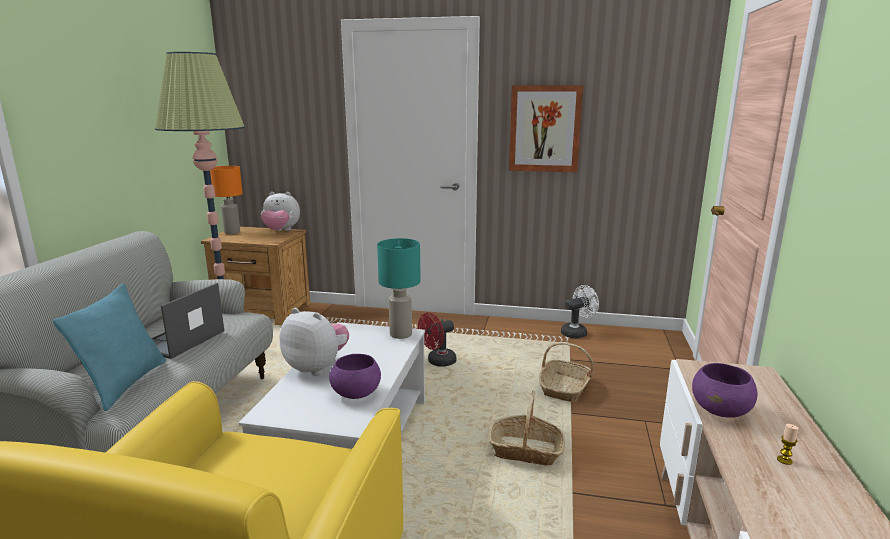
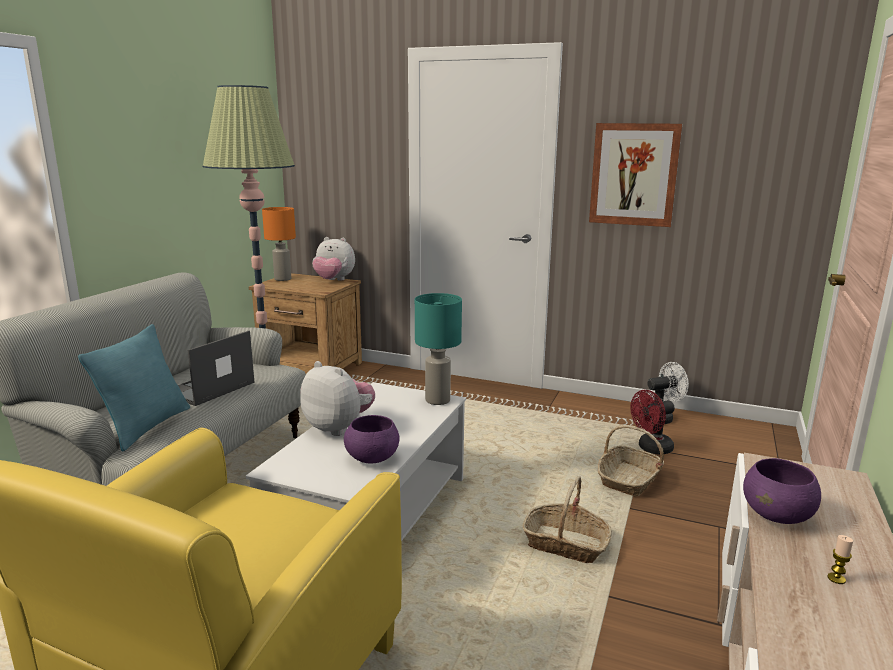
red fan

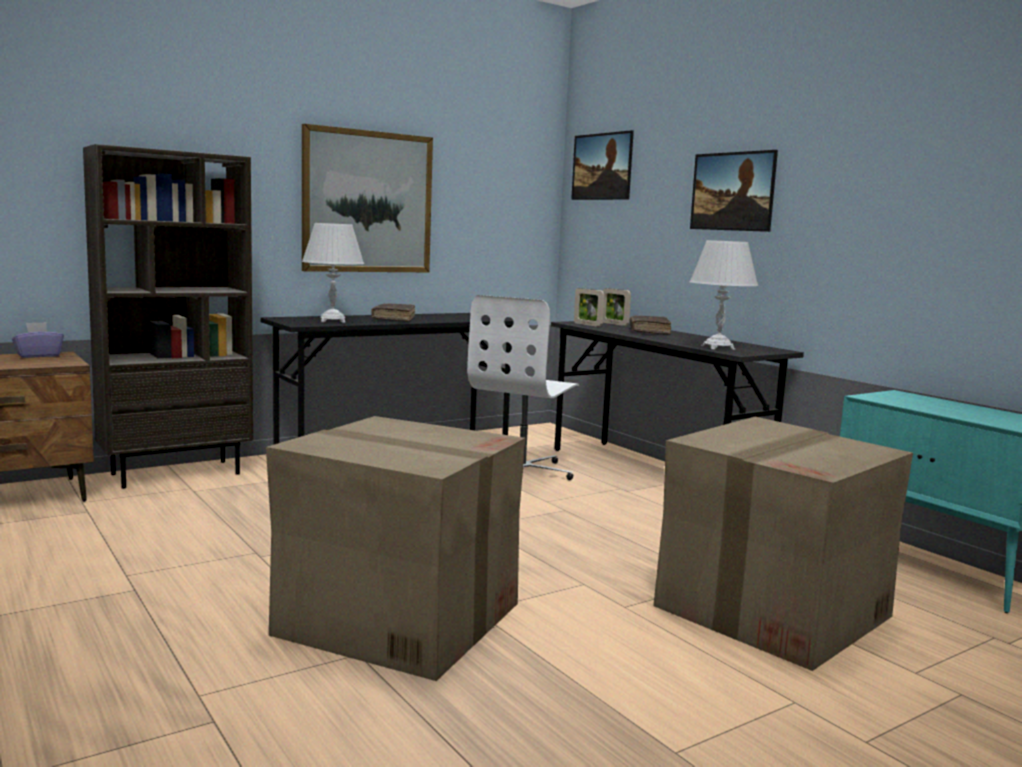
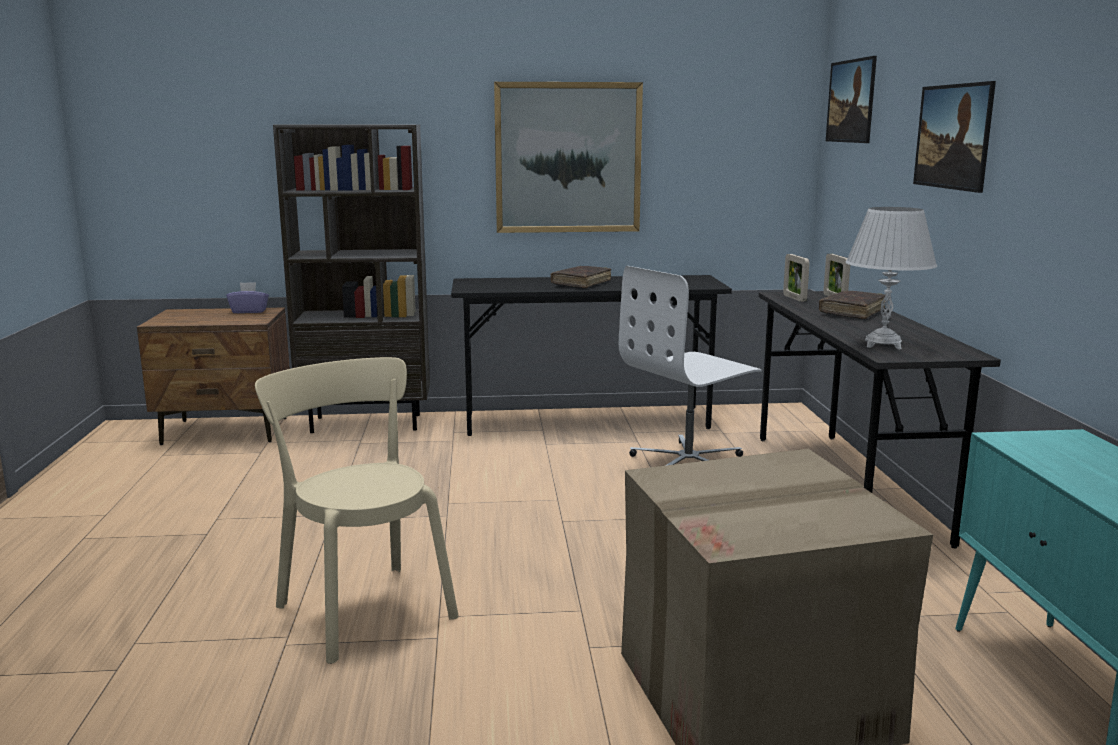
white table lamp (1st from left in the first image)
beige chair

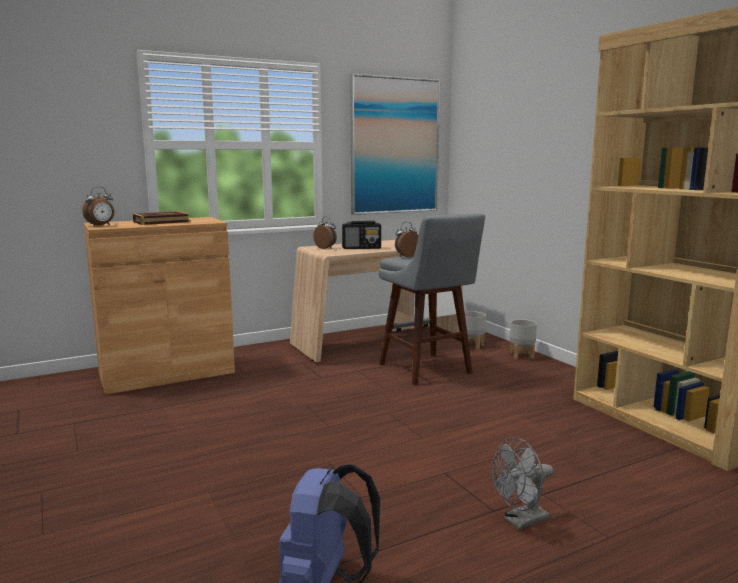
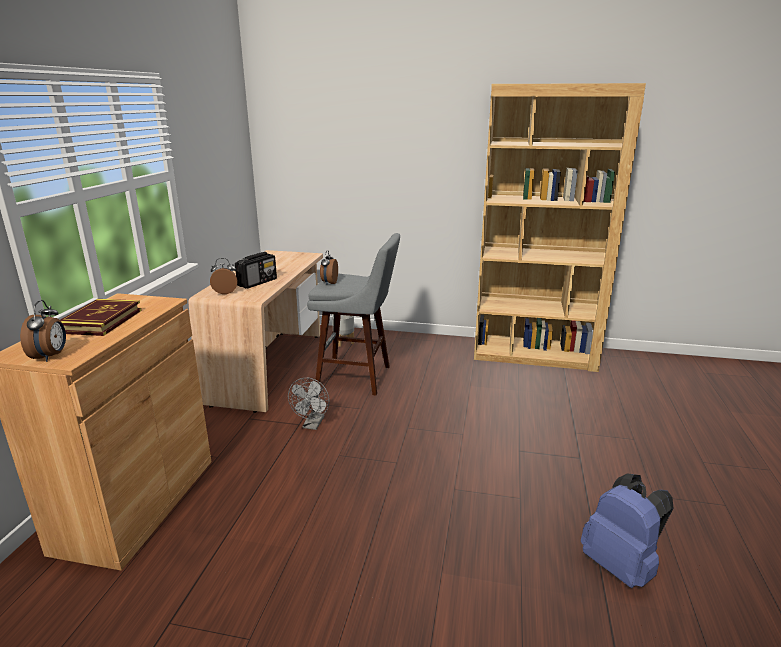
picture
grey planter (2nd from left in the first image)
grey fan

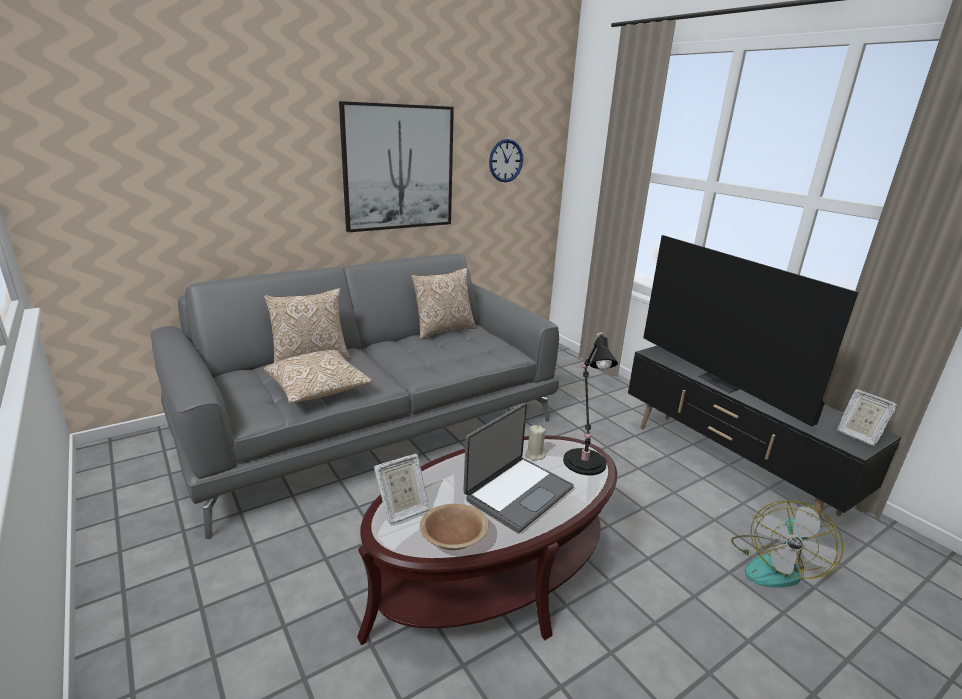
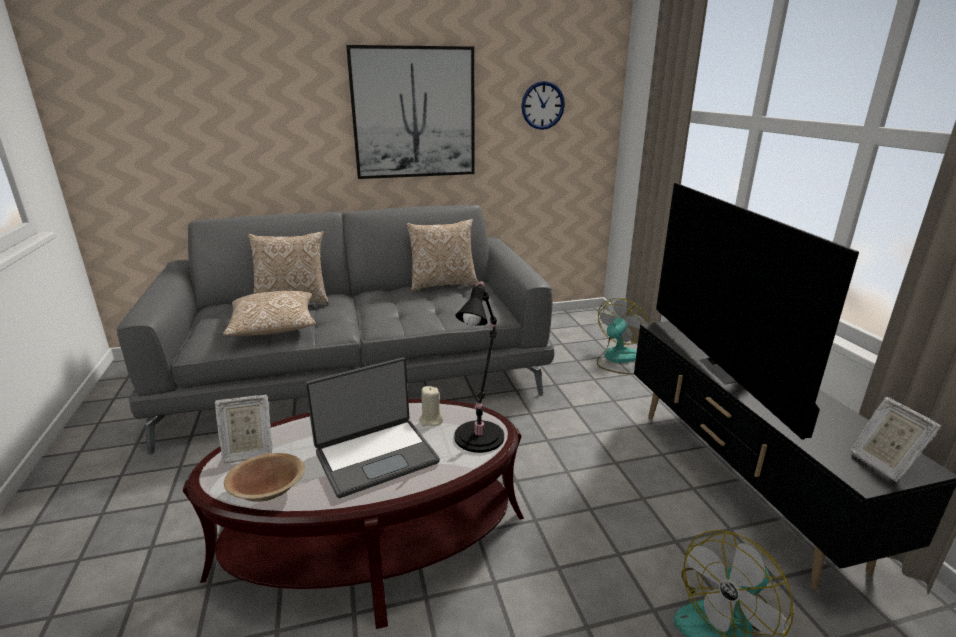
fan (1st from left)

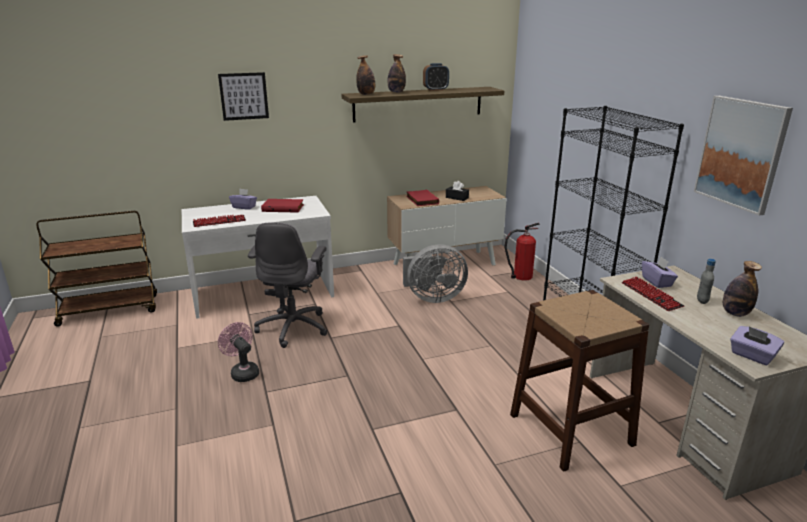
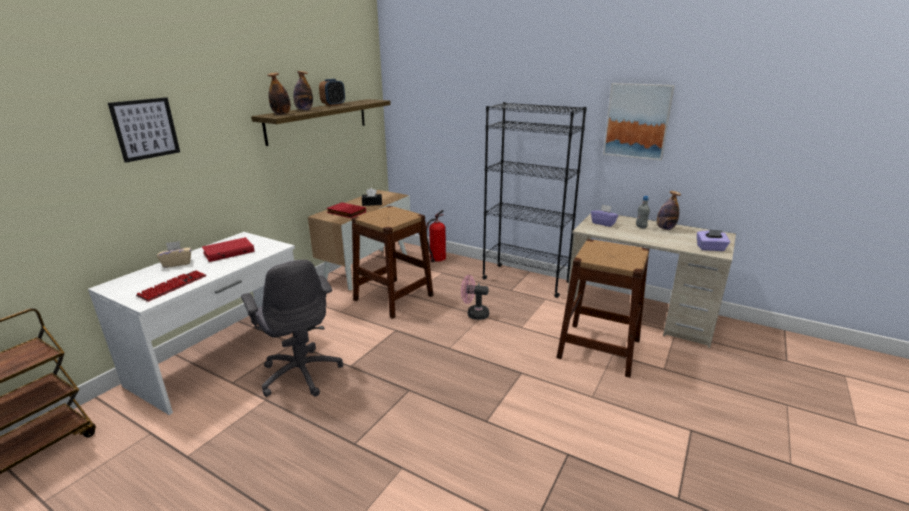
keyboard (2nd from left in the first image)
pink fan
brown stool (1st from left)
beige tissue box

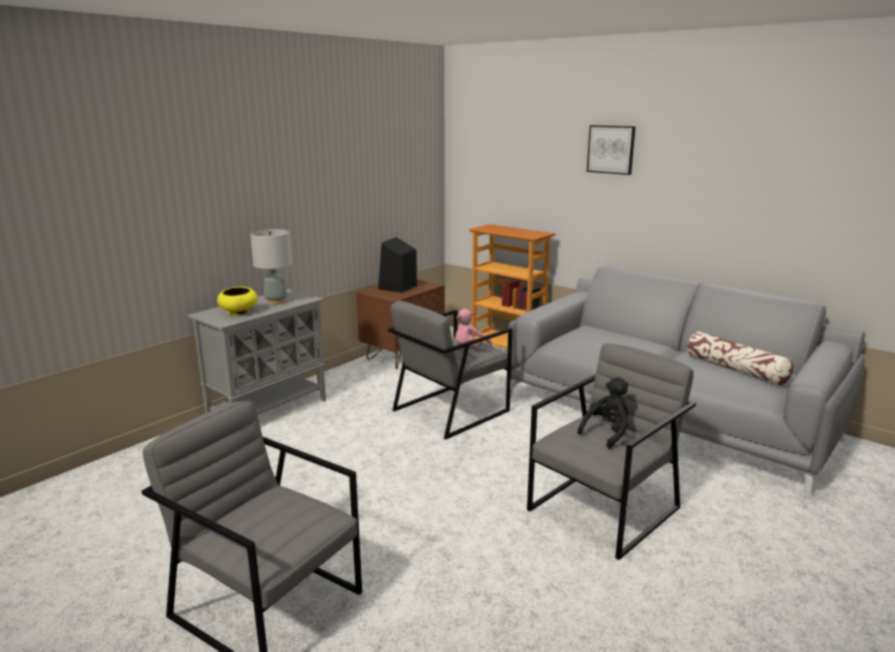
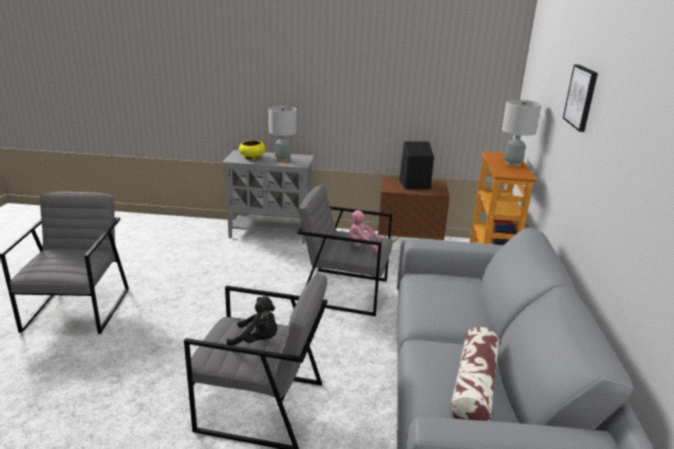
grey table lamp (2nd from left)

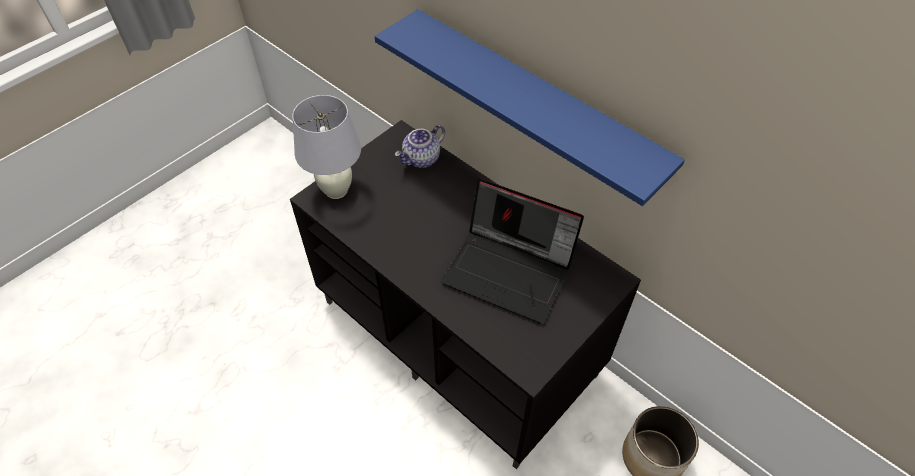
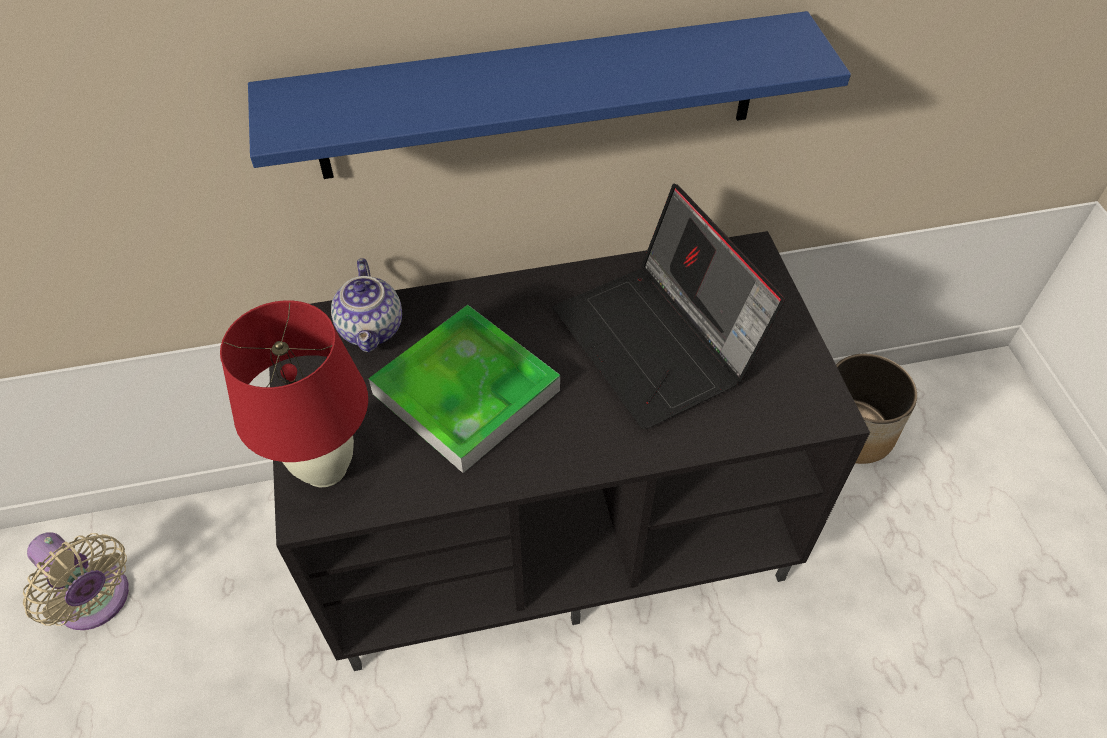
beige fan
tray
red table lamp
laptop

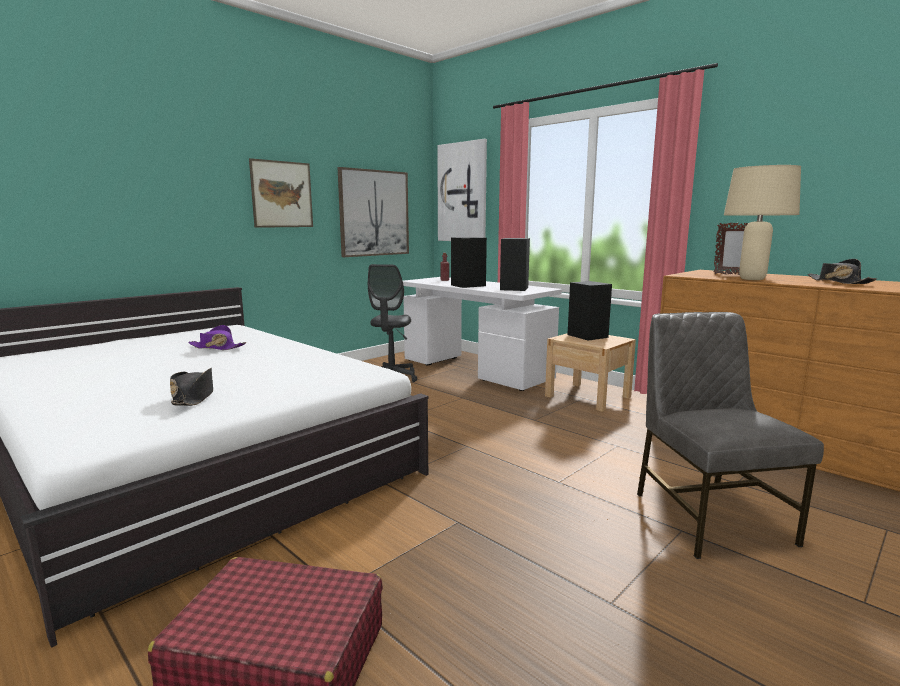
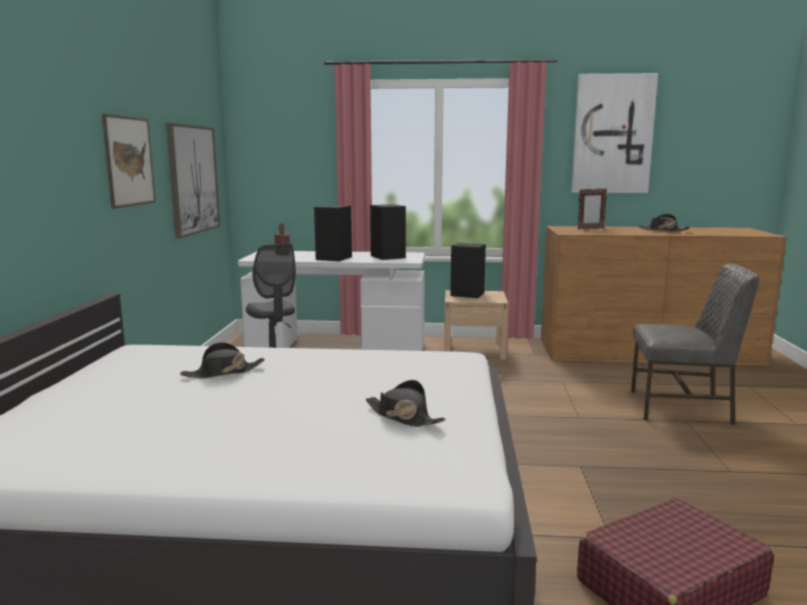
beige table lamp
picture (3rd from left)
black hat (1st from left)
grey chair

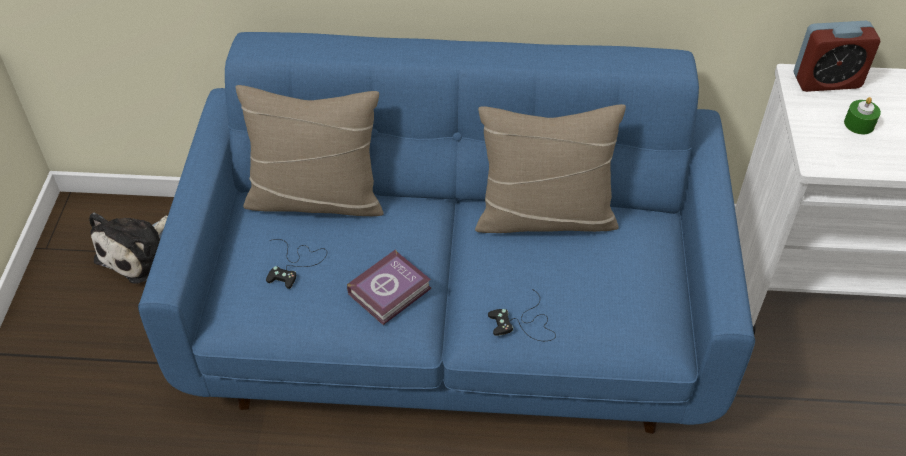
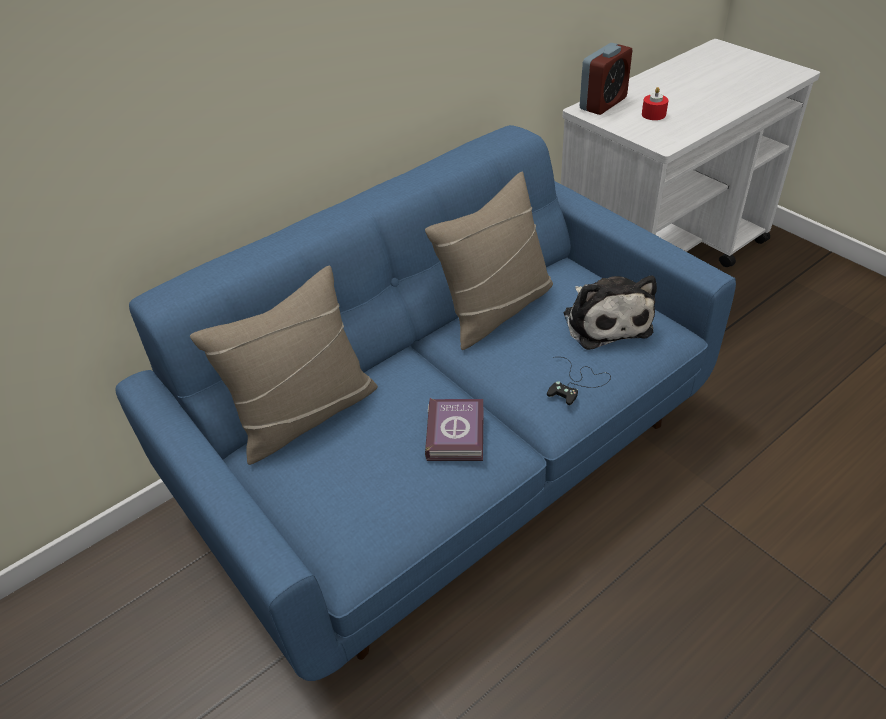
black game controller (1st from left in the first image)
plush toy
red candle

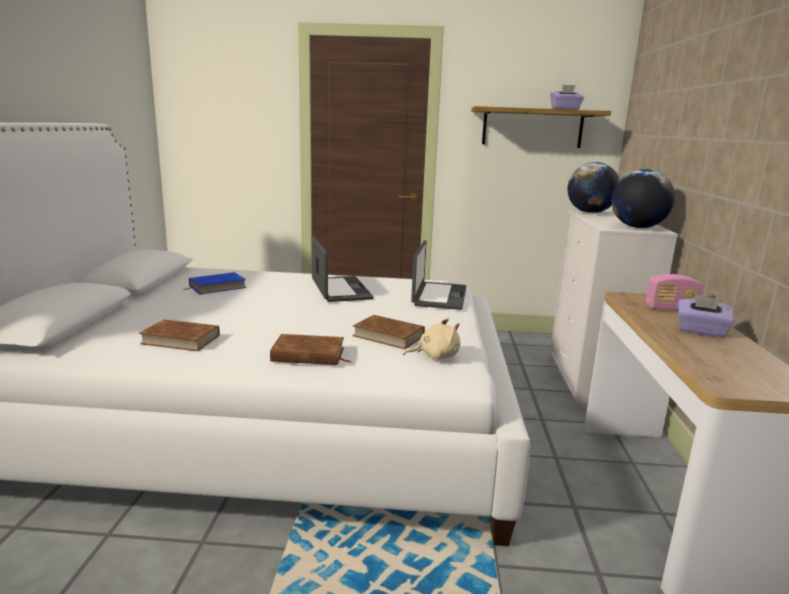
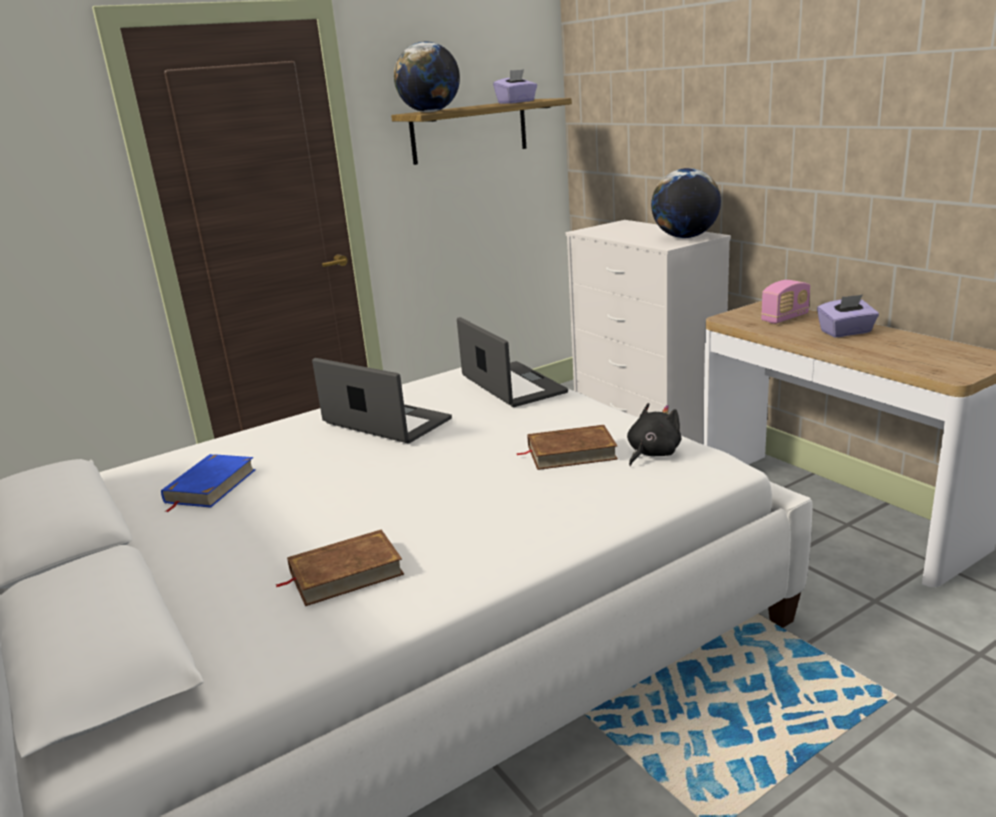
brown book (2nd from left in the first image)
globe (1st from left)
black plush toy

